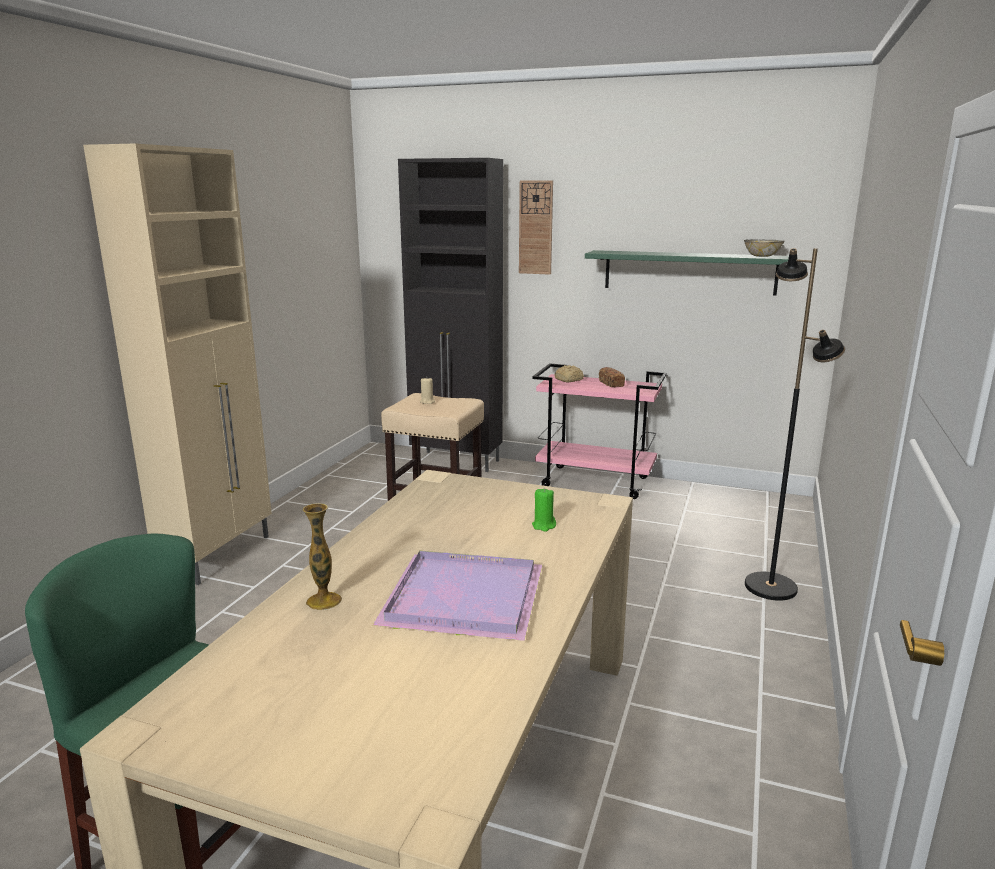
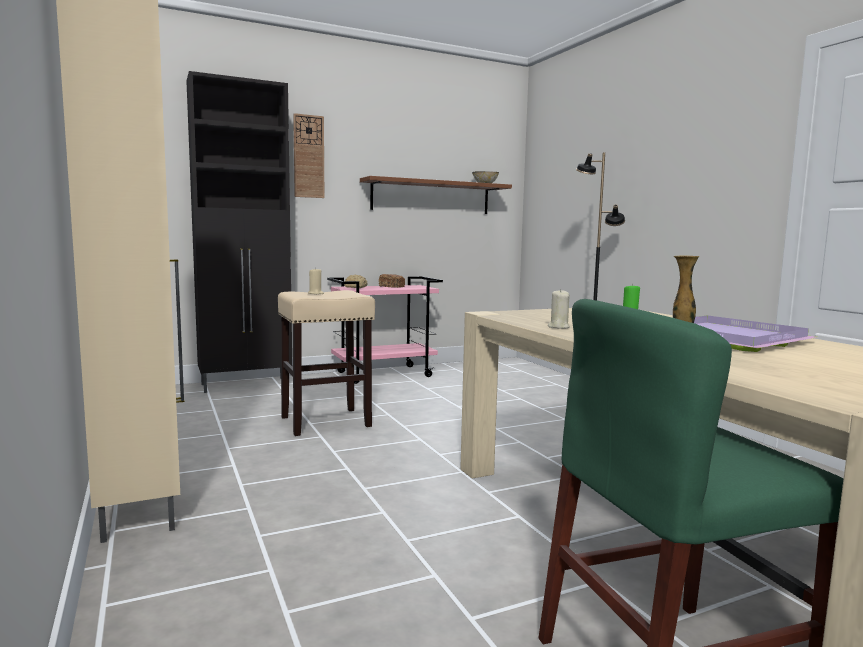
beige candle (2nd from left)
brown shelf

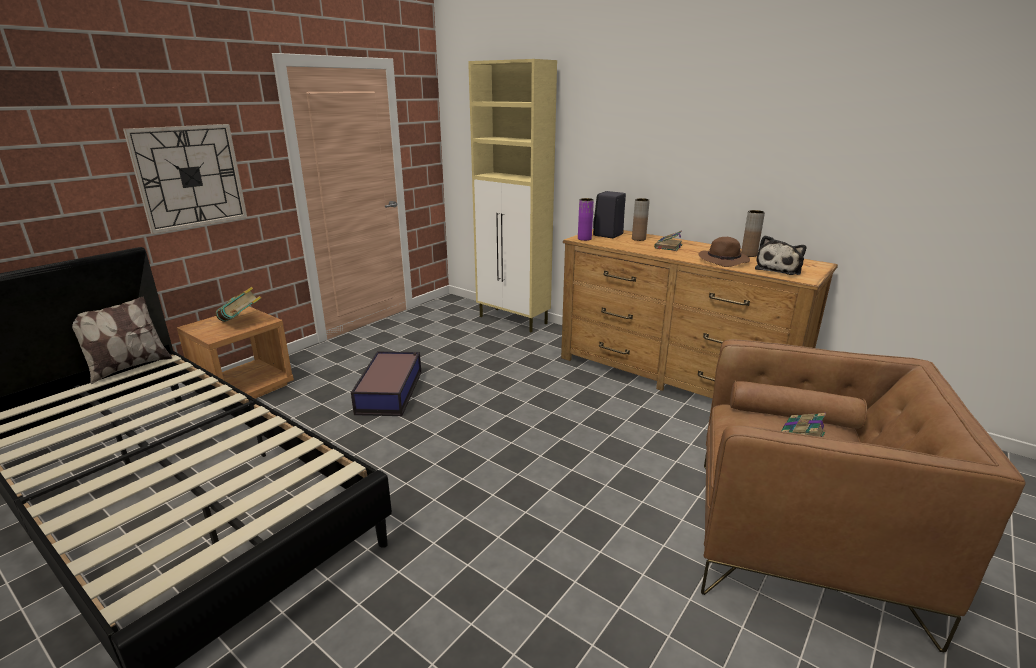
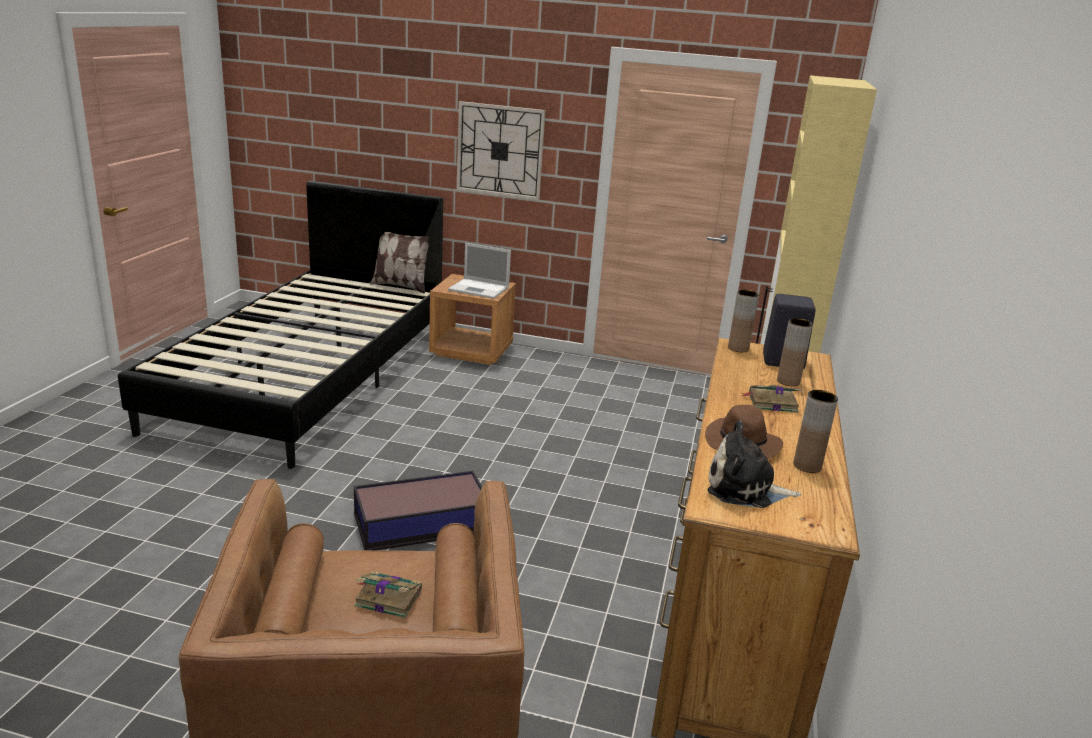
storage box
laptop
brown vase (1st from left)

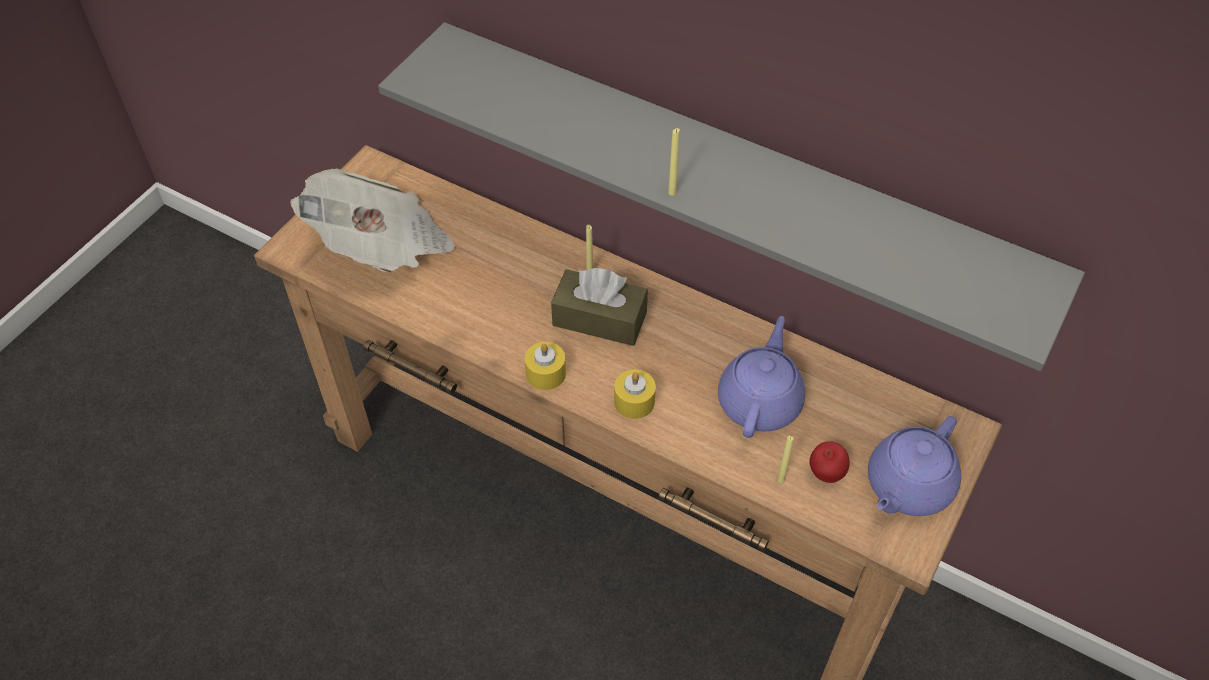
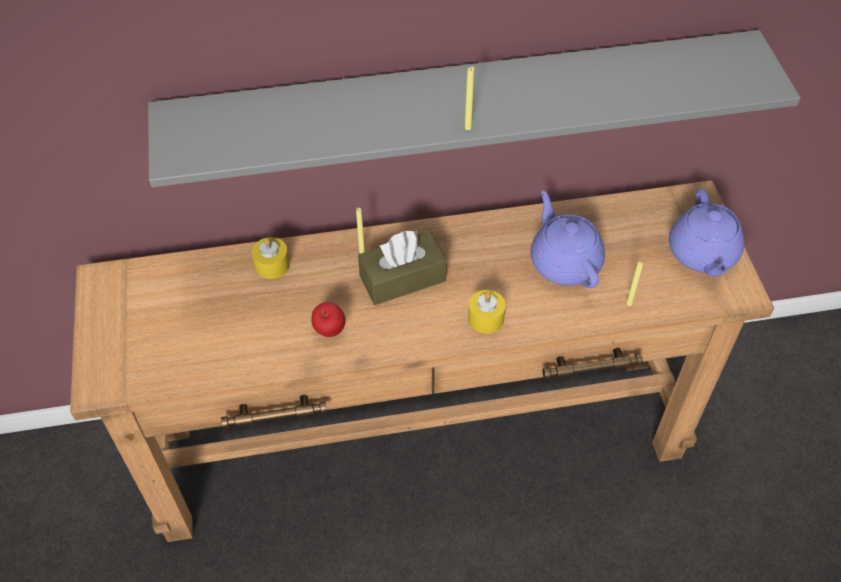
newspaper
yellow candle (1st from left)
apple

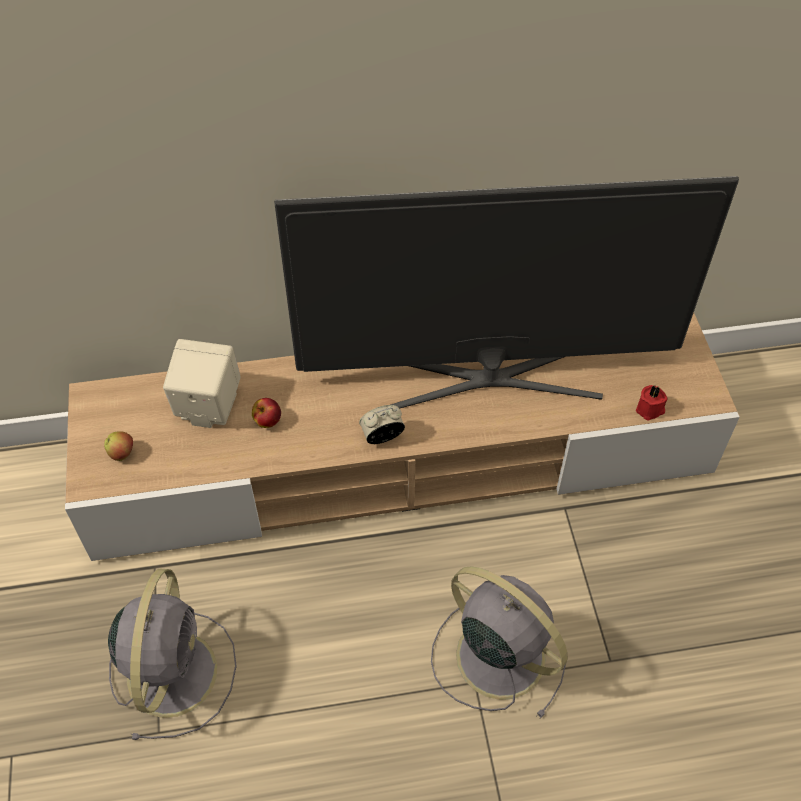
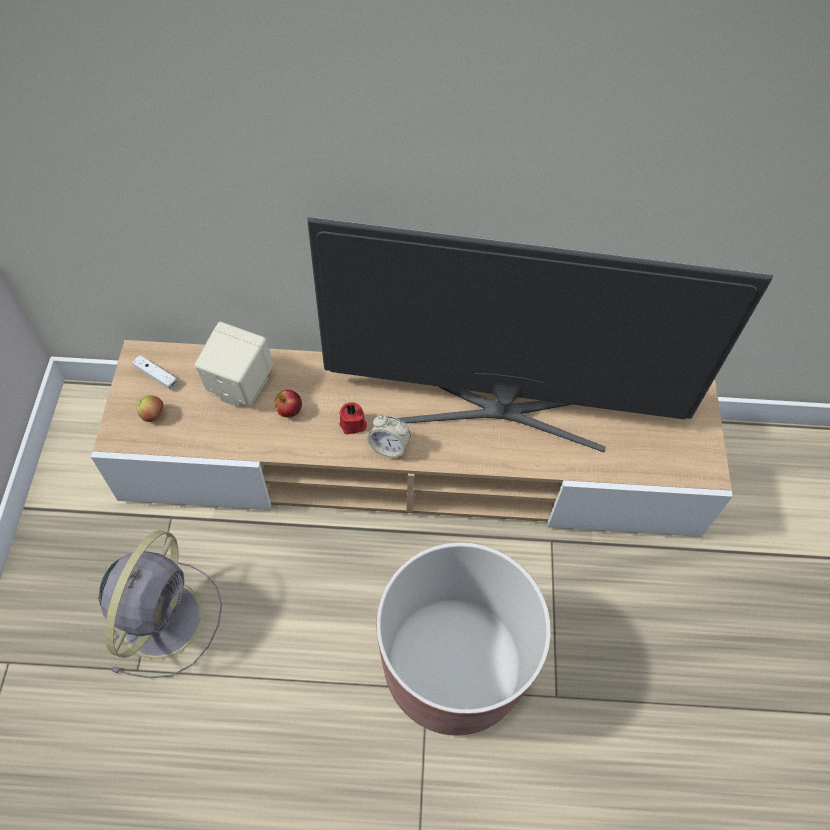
white game controller
red candle
brown planter
alarm clock

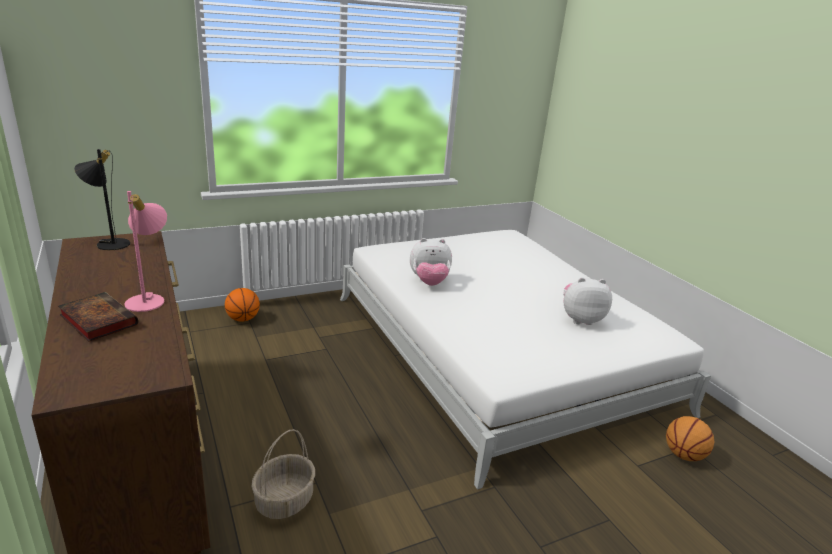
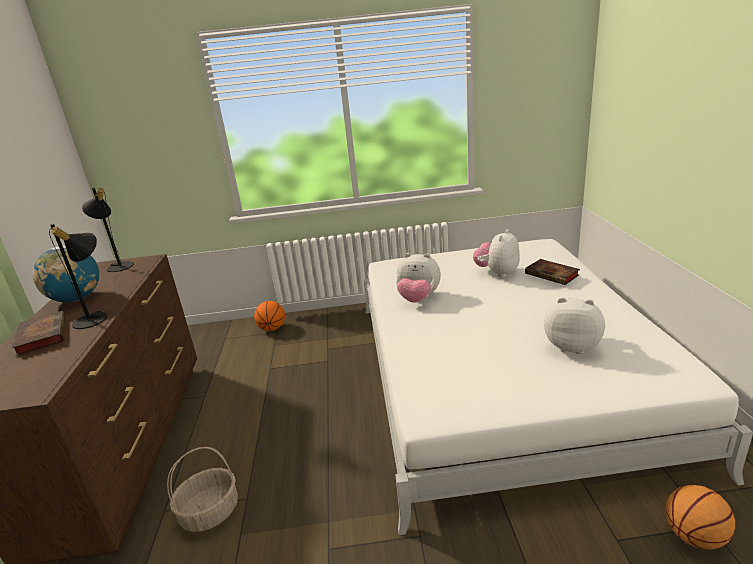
globe
plush toy (2nd from left)
book (2nd from left)
black table lamp (1st from left)

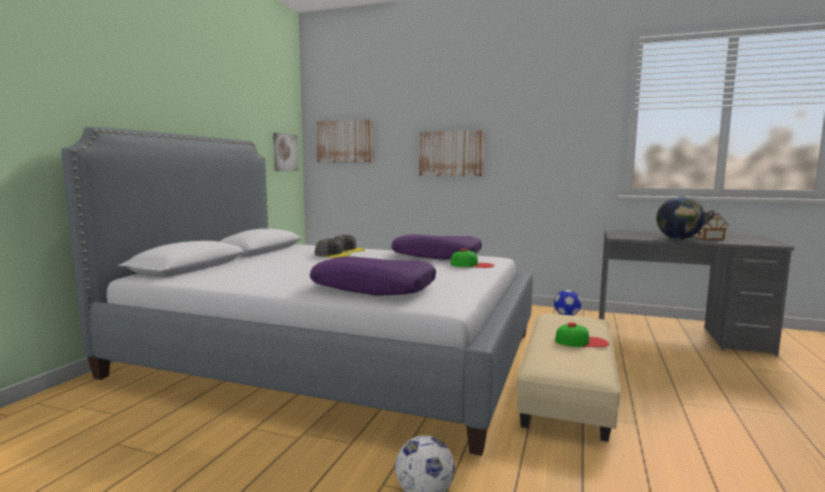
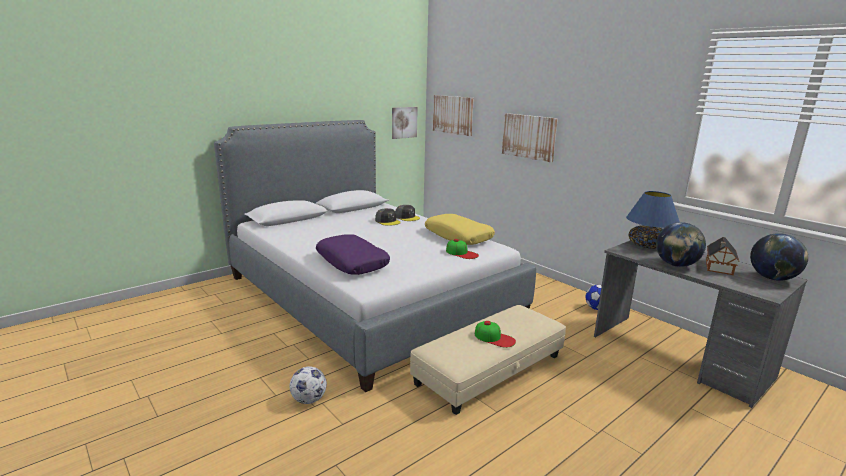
blue table lamp
globe (2nd from left)
yellow pillow

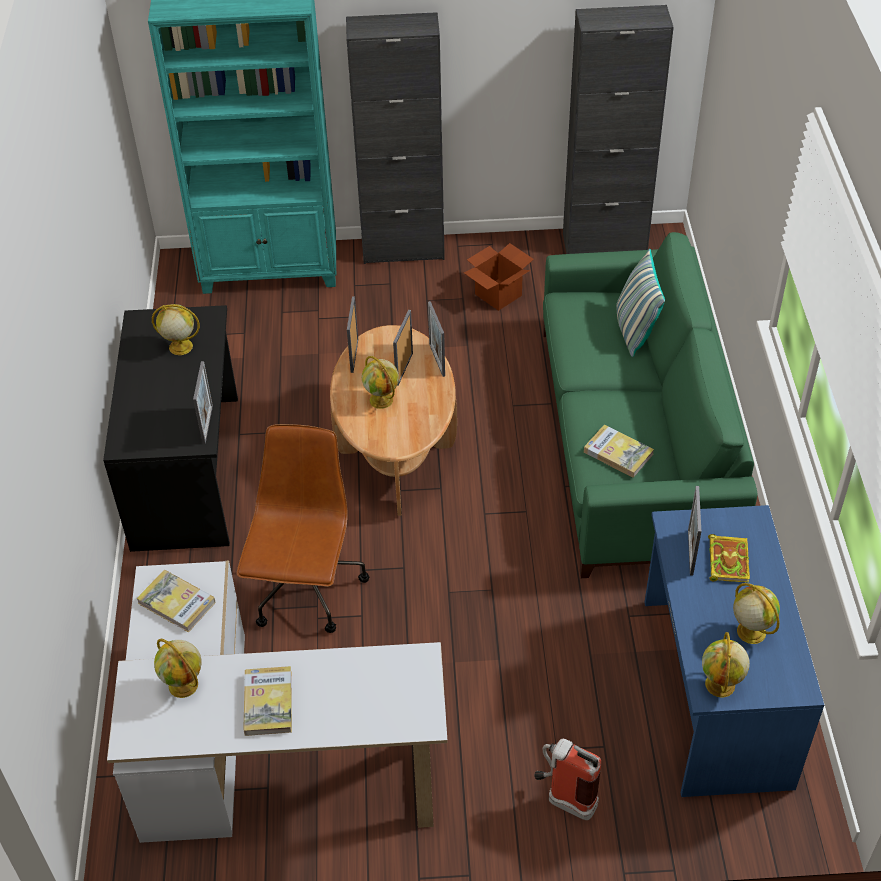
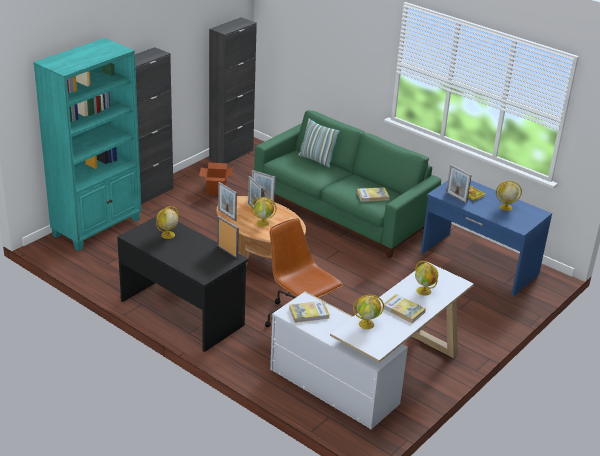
fire extinguisher
globe (4th from left)

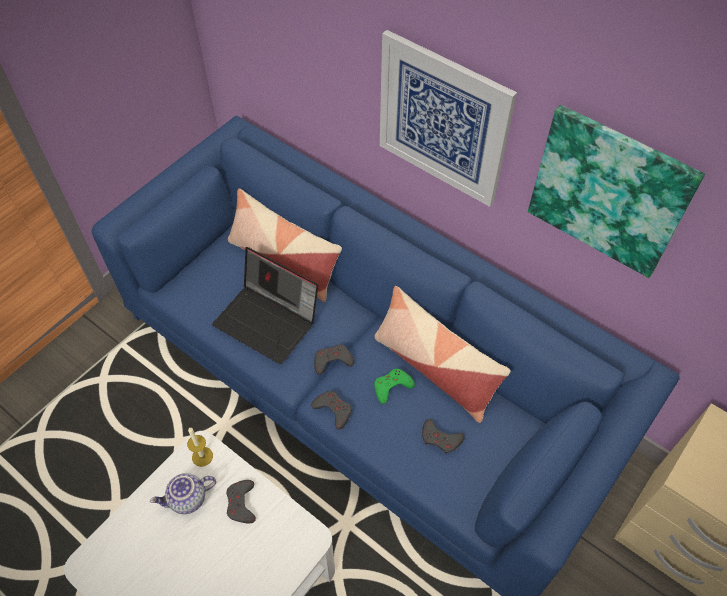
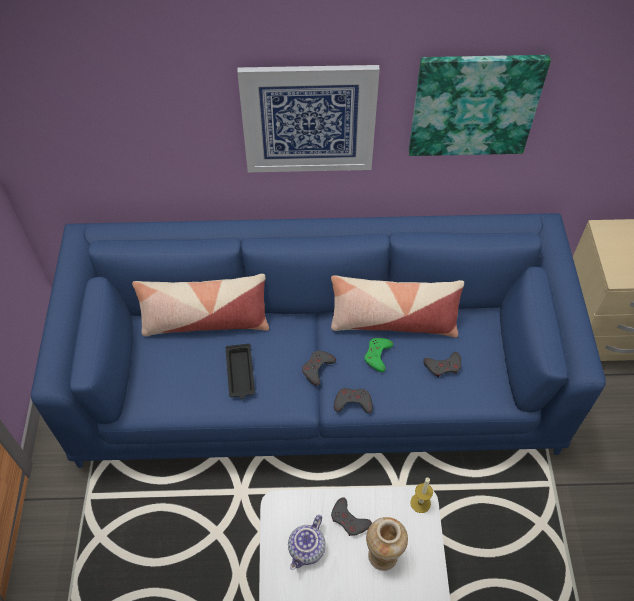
vase
candle
black tray

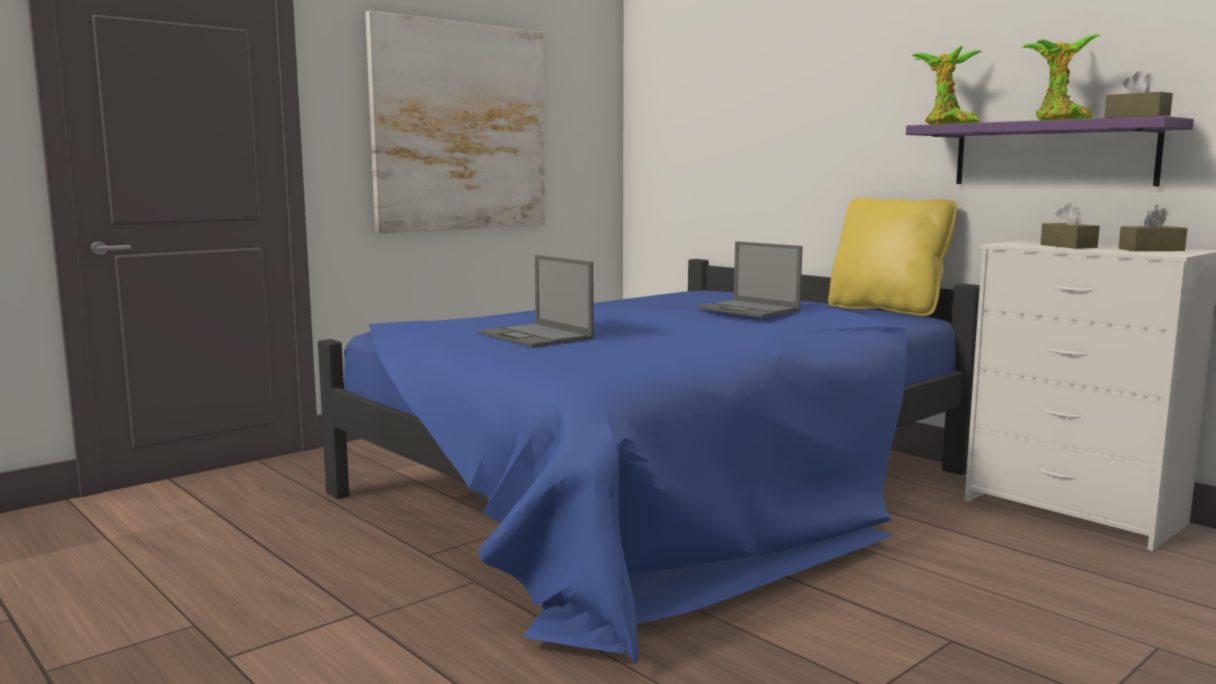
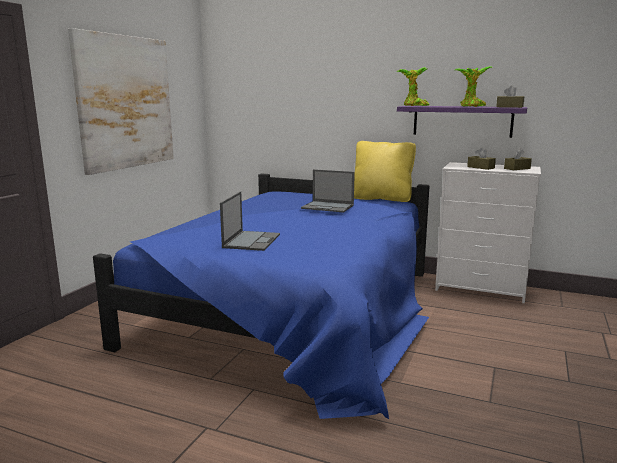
laptop (1st from left)

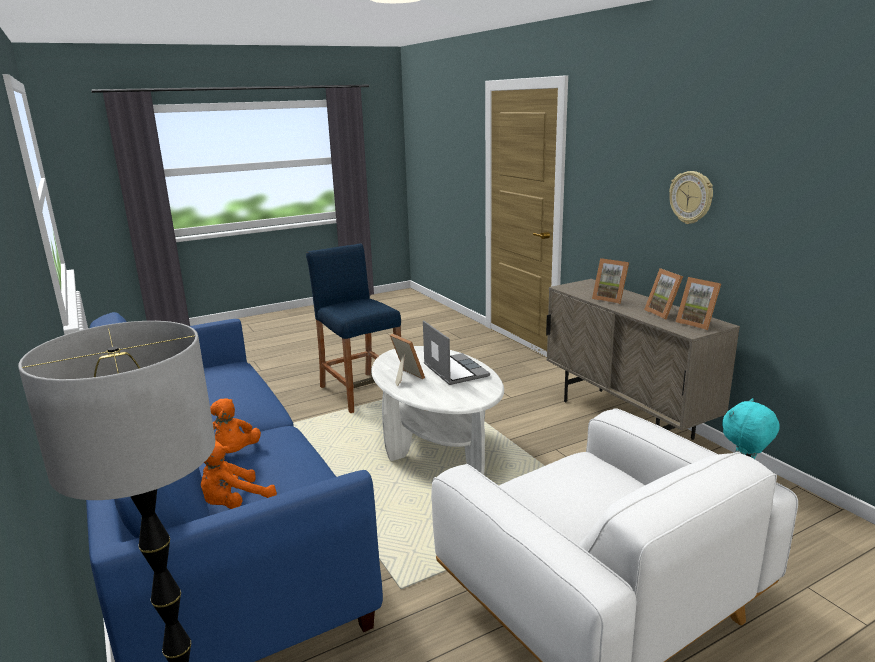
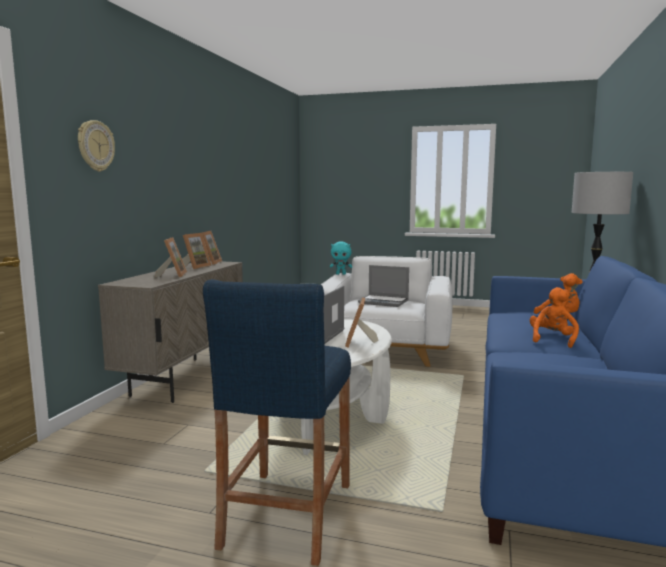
laptop (2nd from left)
wall clock

